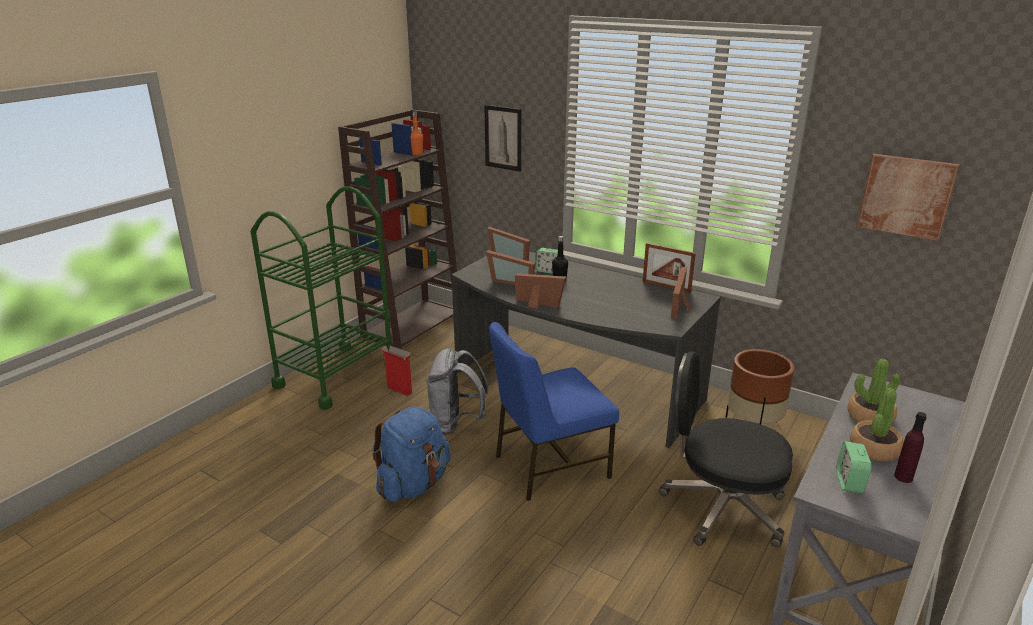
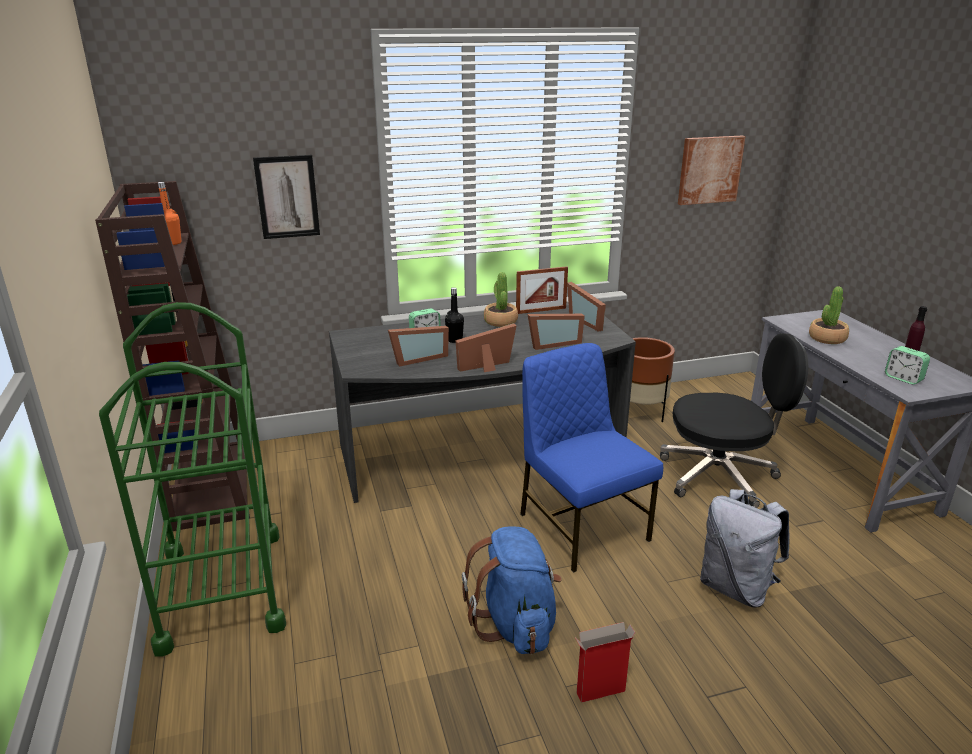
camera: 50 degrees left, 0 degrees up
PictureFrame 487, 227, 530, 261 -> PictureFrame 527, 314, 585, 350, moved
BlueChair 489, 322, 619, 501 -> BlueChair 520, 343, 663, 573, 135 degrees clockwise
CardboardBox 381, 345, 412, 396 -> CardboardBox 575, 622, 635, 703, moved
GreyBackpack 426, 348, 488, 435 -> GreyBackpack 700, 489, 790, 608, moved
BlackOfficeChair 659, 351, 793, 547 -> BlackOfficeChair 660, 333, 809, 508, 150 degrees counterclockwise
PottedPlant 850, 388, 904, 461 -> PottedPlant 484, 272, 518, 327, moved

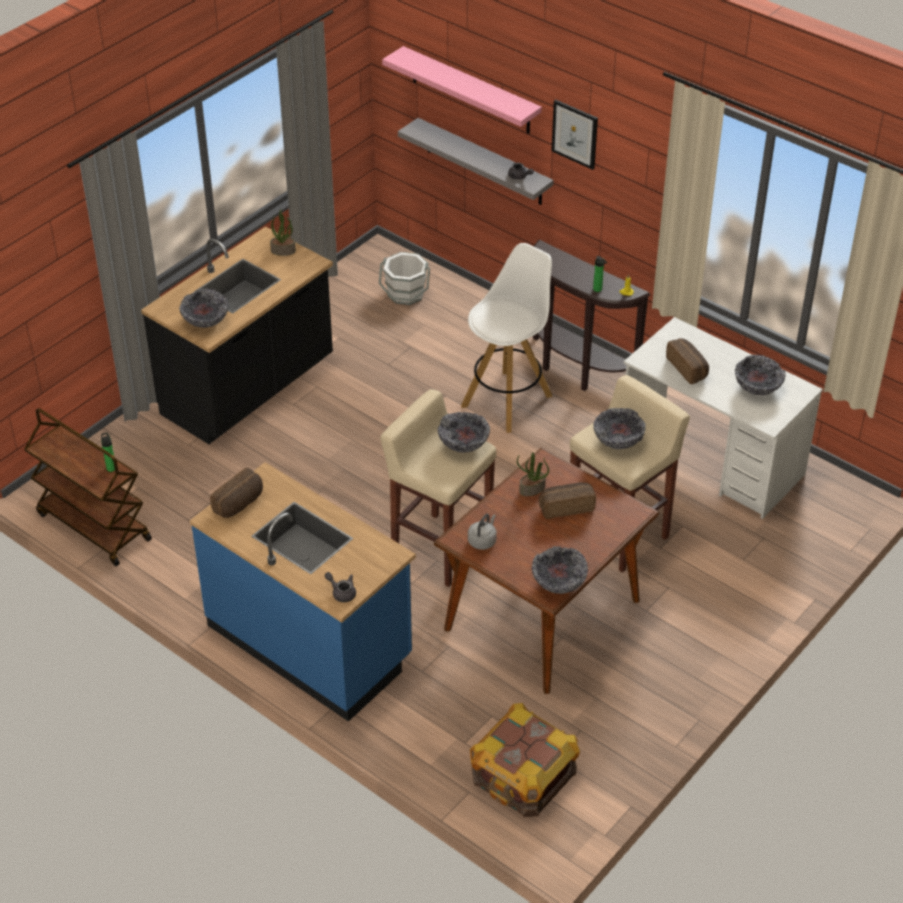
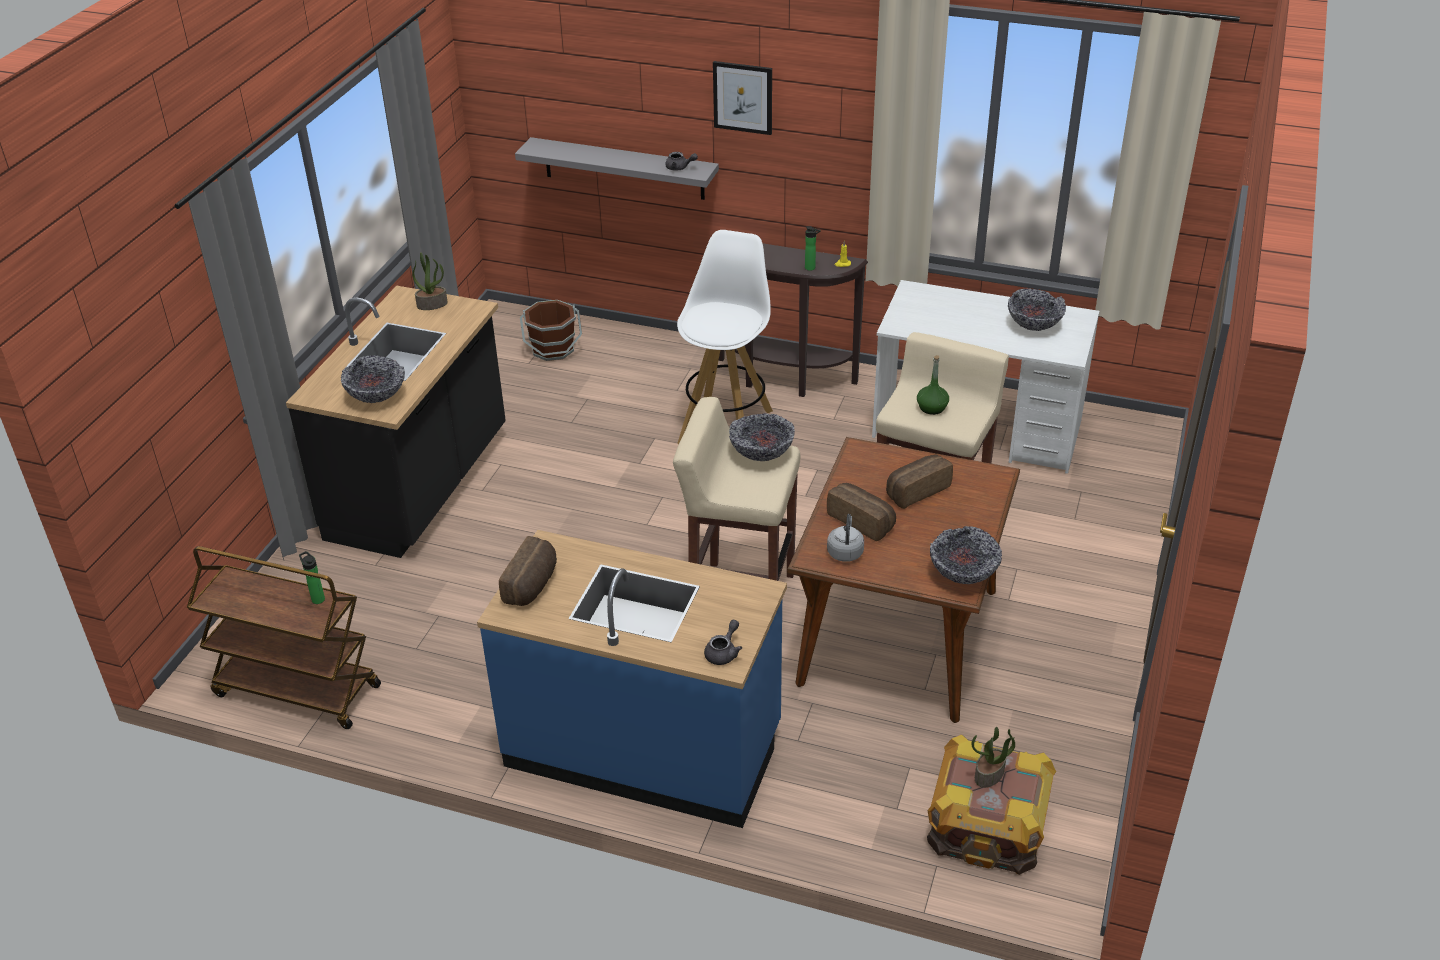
camera: 20 degrees left, 5 degrees down
PinkShelf 382, 46, 542, 134 -> none
WhiteBucket 379, 252, 430, 305 -> BrownBucket 520, 300, 582, 361
Bread 666, 338, 709, 384 -> Bread 827, 483, 896, 541, moved
Bowl 593, 408, 646, 449 -> GreenBottle 917, 355, 949, 415
PottedPlant 517, 452, 549, 496 -> PottedPlant 972, 727, 1015, 788, moved
GreyTeapot 324, 572, 356, 602 -> GreyTeapot 704, 619, 742, 665, 105 degrees clockwise

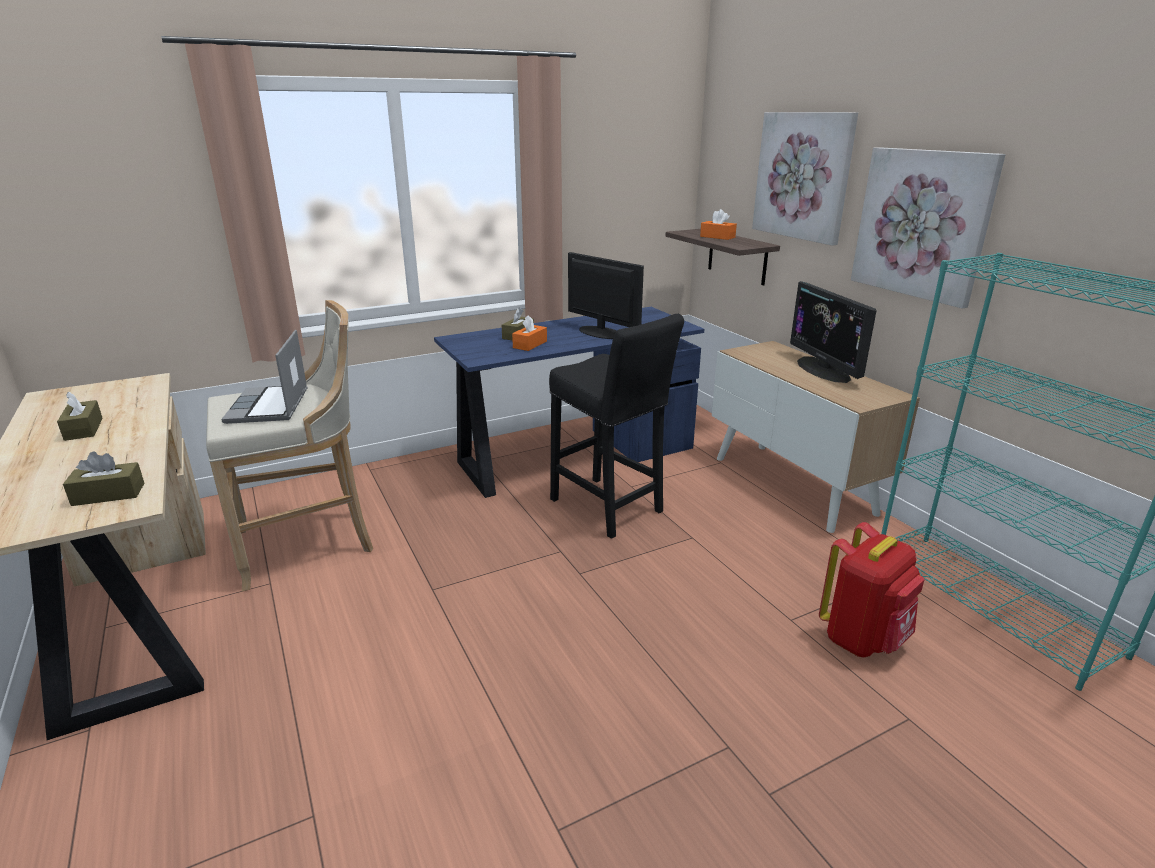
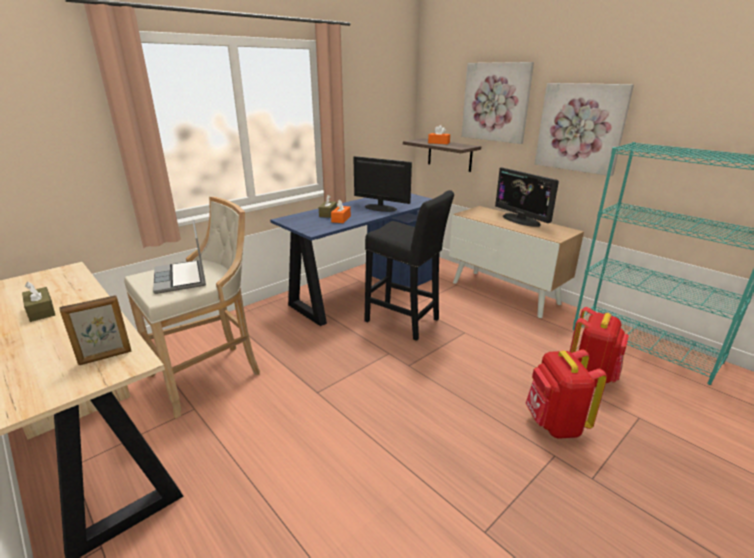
camera: 15 degrees left, 0 degrees up
BrownTissueBox 63, 451, 144, 506 -> PictureFrame 59, 295, 132, 365
none -> RedBackpack 526, 349, 607, 439

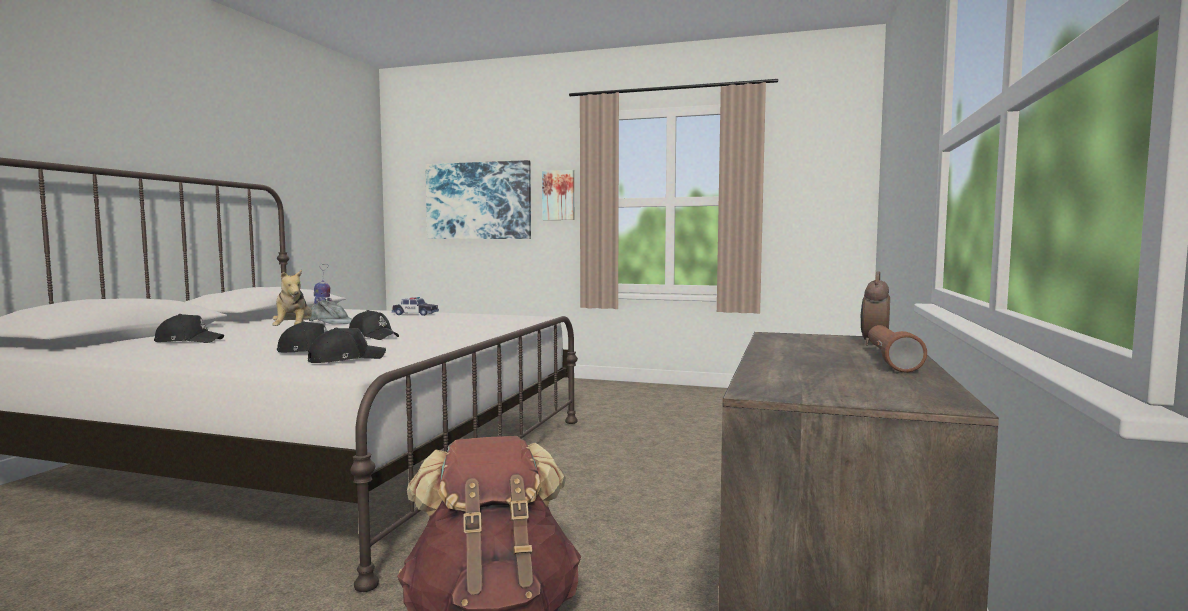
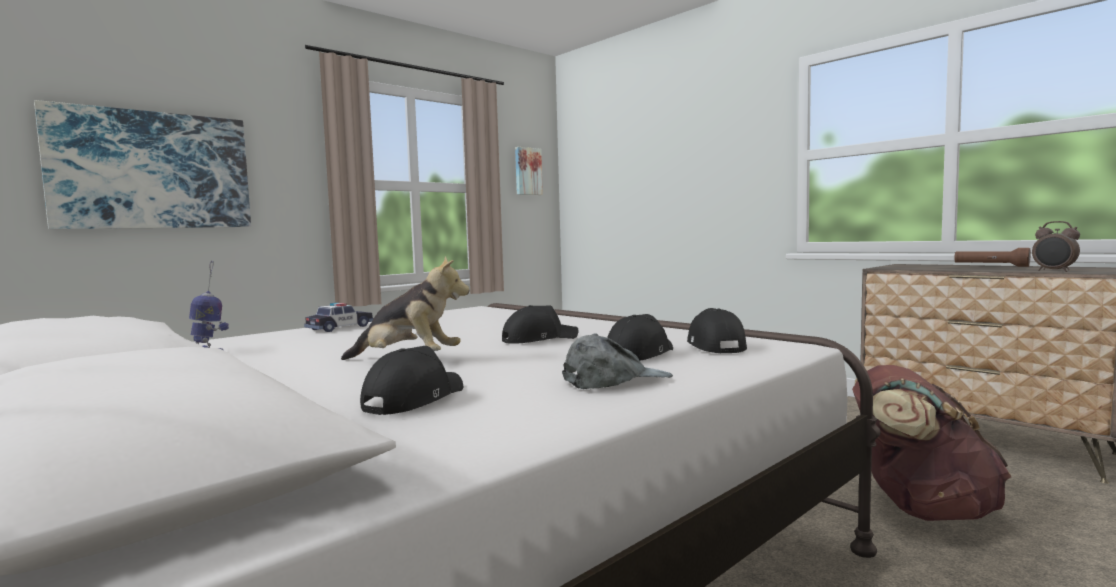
camera: 60 degrees left, 0 degrees up
Picture 542, 170, 574, 220 -> Picture 515, 147, 543, 195, moved
AlarmClock 861, 272, 890, 346 -> AlarmClock 1032, 221, 1080, 272, moved
GreyCap 309, 300, 352, 324 -> GreyCap 562, 333, 673, 389, moved

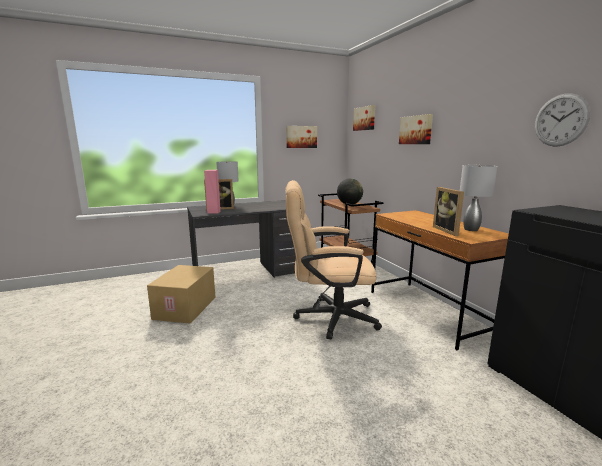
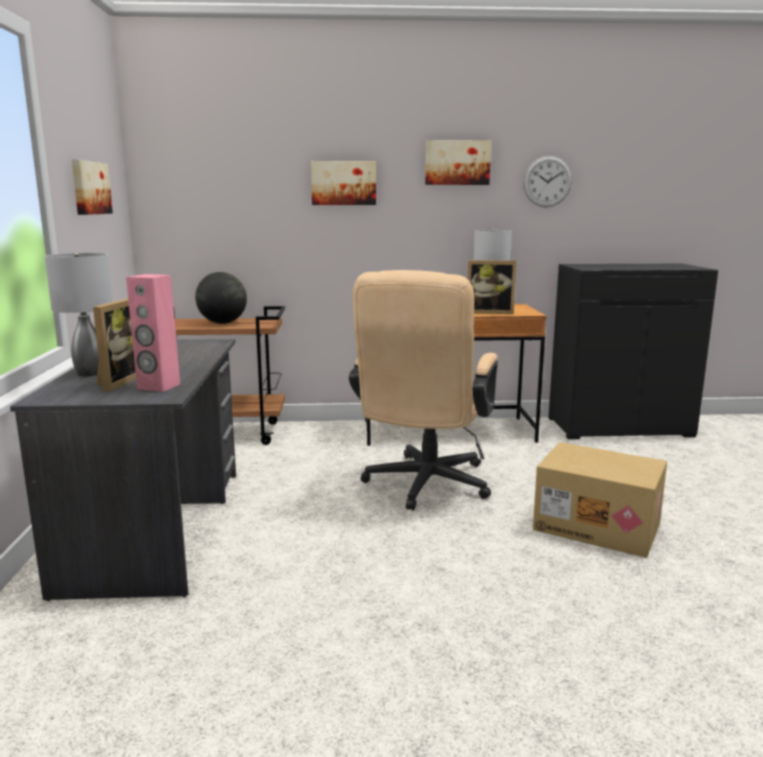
camera: 70 degrees left, 0 degrees up
Picture 353, 105, 375, 131 -> Picture 425, 140, 491, 185, moved
CardboardBox 147, 265, 215, 324 -> CardboardBox 533, 442, 667, 558, moved

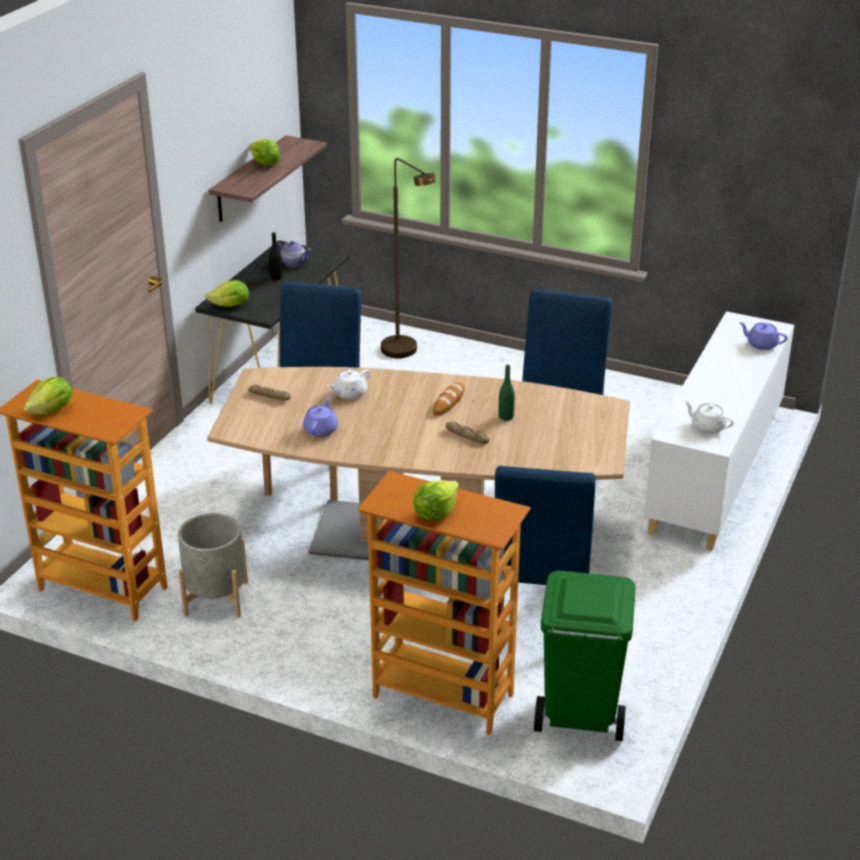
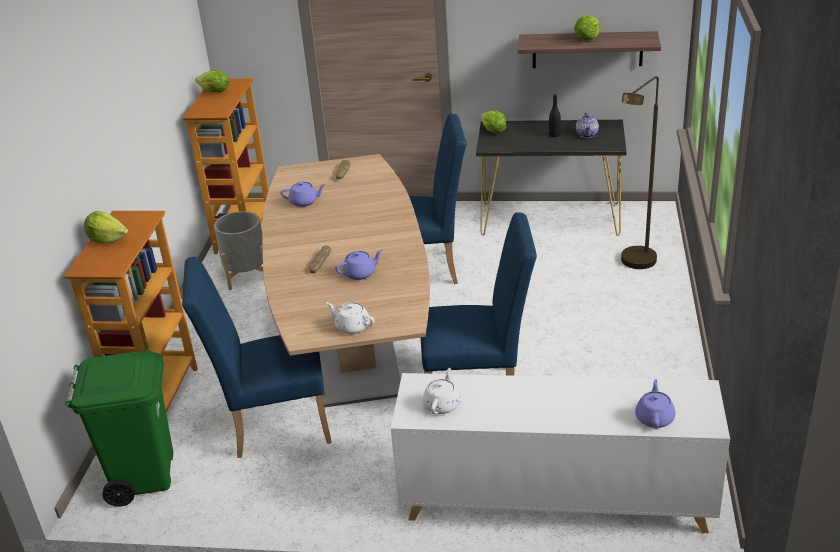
camera: 75 degrees right, 0 degrees up
GreenBottle 499, 365, 515, 421 -> PurpleTeapot 335, 249, 383, 280
WhiteTeapot 327, 369, 370, 399 -> WhiteTeapot 326, 302, 374, 334, moved
Bread 433, 382, 465, 416 -> none

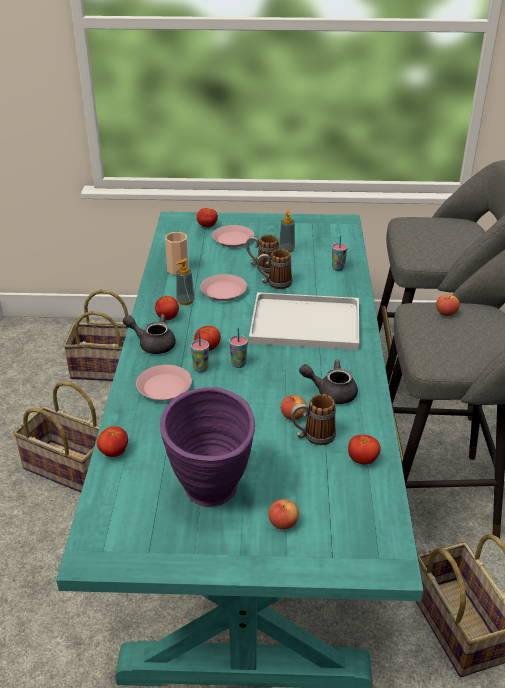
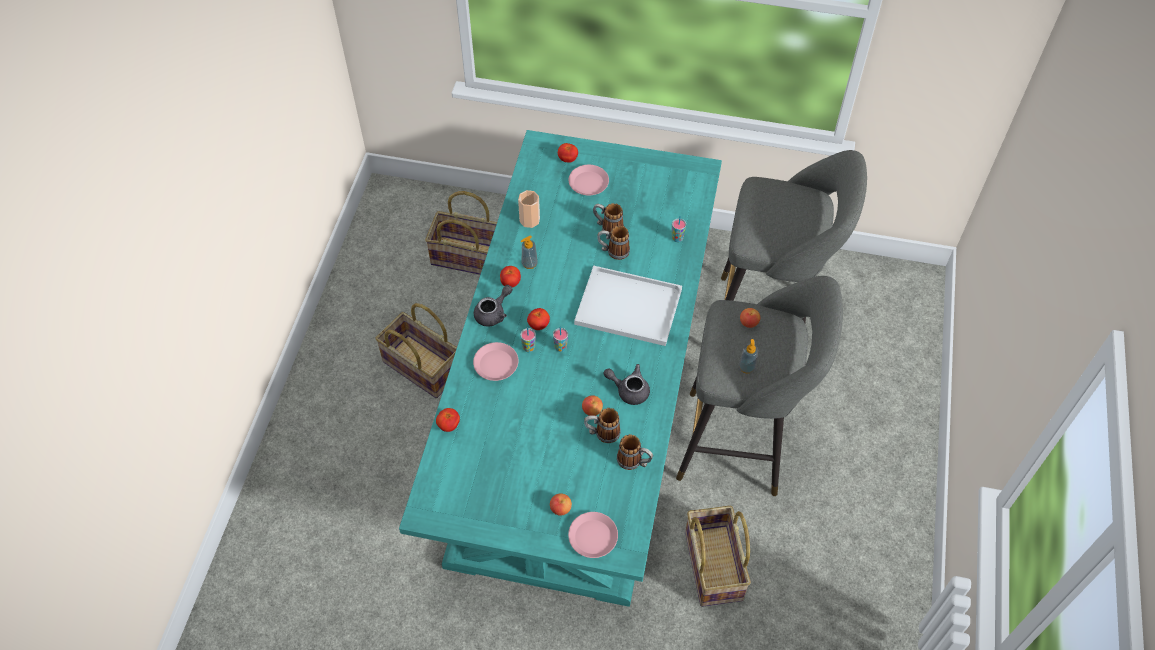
camera: 10 degrees right, 20 degrees up
SoapDispenser 279, 209, 295, 253 -> SoapDispenser 739, 339, 758, 373, moved
PinkPlate 200, 274, 247, 301 -> PinkPlate 568, 512, 618, 558, moved
GreyTeapot 123, 314, 176, 354 -> GreyTeapot 474, 285, 513, 327, 105 degrees clockwise
PurpleVase 160, 387, 255, 507 -> none
Tomato 348, 435, 381, 464 -> Mug 617, 434, 653, 470

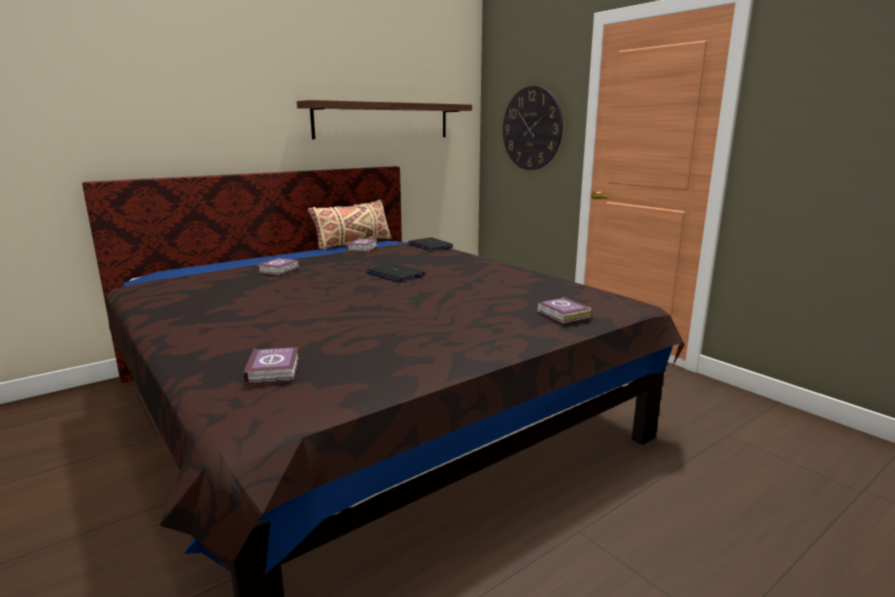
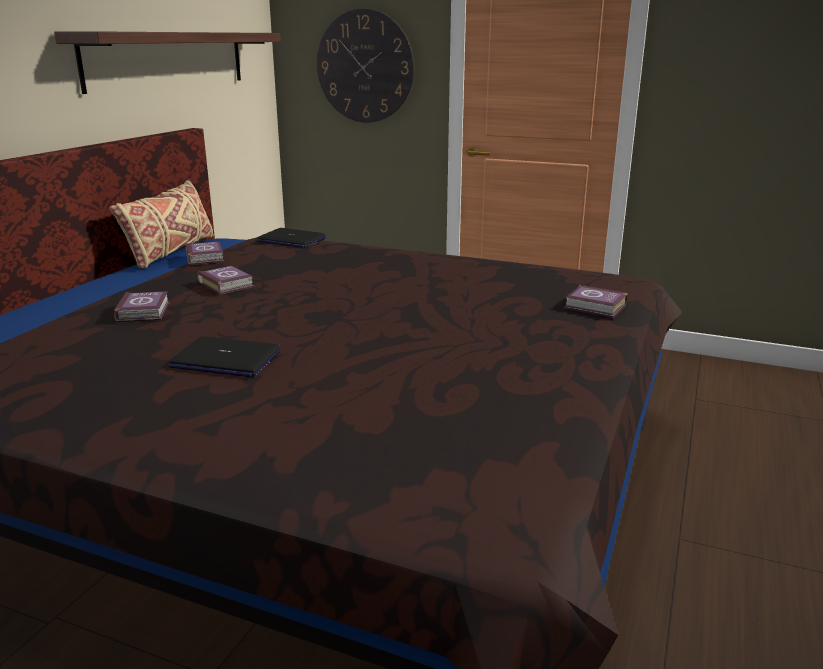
camera: 30 degrees left, 5 degrees up
Laptop 366, 263, 426, 282 -> Laptop 169, 337, 281, 377, moved
Book 243, 347, 299, 385 -> Book 198, 266, 254, 295, moved

